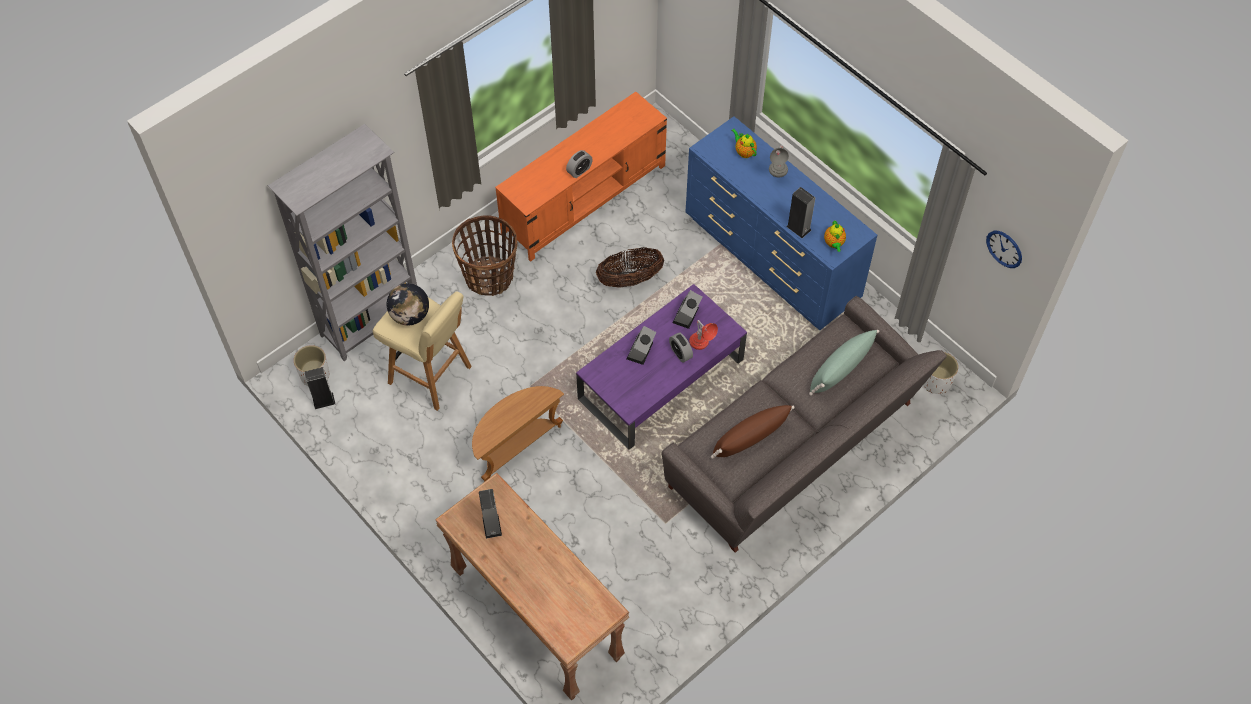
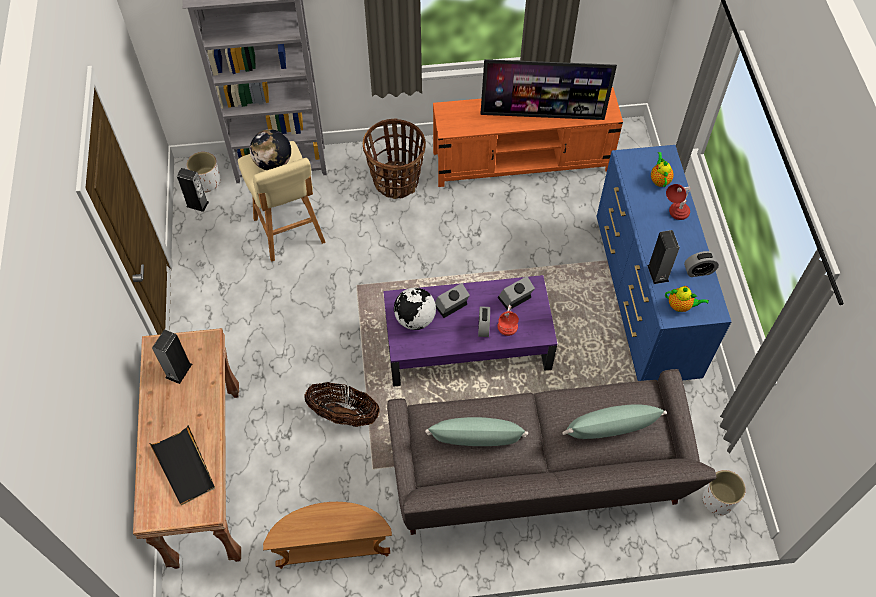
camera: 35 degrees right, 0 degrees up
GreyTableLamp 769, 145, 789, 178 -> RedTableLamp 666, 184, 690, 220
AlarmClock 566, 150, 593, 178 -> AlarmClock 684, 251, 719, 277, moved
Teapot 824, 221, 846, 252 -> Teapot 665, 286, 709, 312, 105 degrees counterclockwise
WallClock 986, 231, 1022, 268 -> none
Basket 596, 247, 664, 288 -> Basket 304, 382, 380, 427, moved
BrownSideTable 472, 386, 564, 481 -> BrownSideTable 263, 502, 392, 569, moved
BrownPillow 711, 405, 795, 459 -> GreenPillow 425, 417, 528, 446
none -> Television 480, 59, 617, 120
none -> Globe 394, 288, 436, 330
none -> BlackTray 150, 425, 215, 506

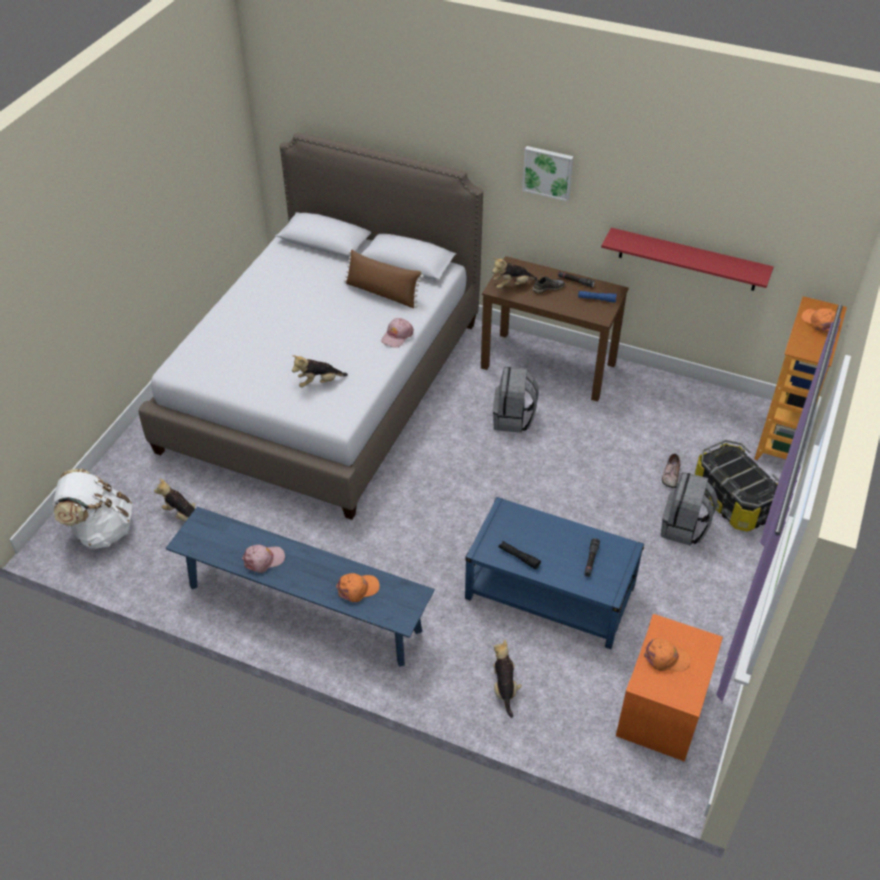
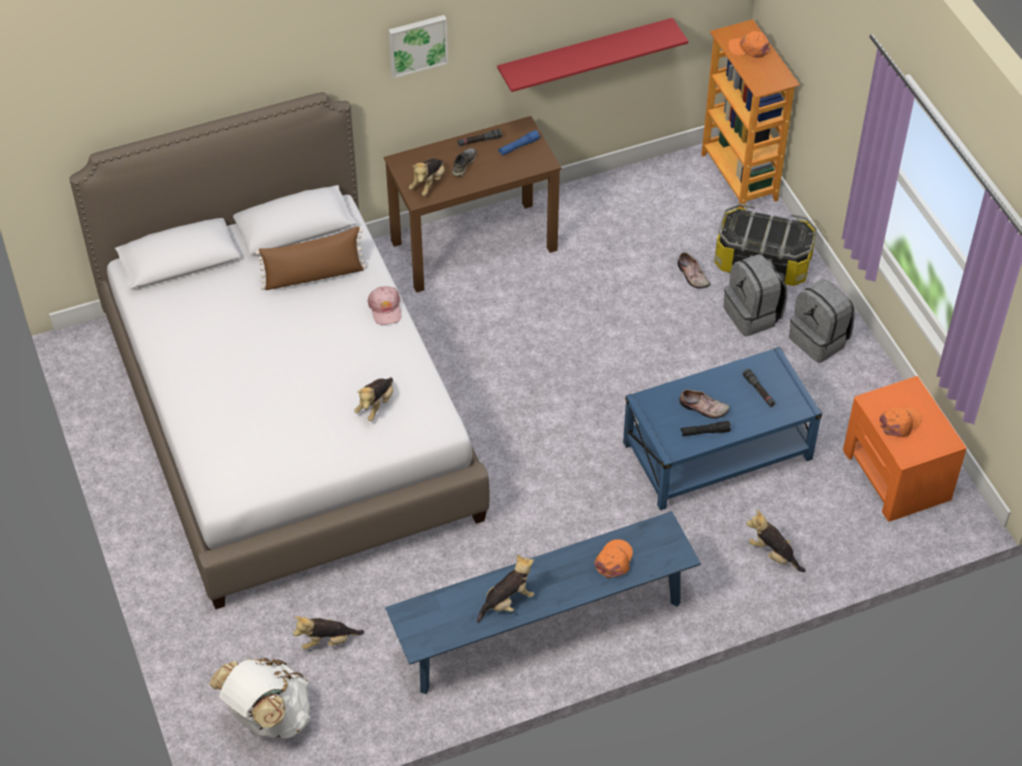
camera: 45 degrees left, 5 degrees up
GreyBackpack 493, 367, 539, 433 -> GreyBackpack 789, 279, 855, 363, moved
PinkCap 242, 545, 285, 573 -> PlushToy 477, 554, 534, 623
none -> Shoe 679, 389, 730, 419

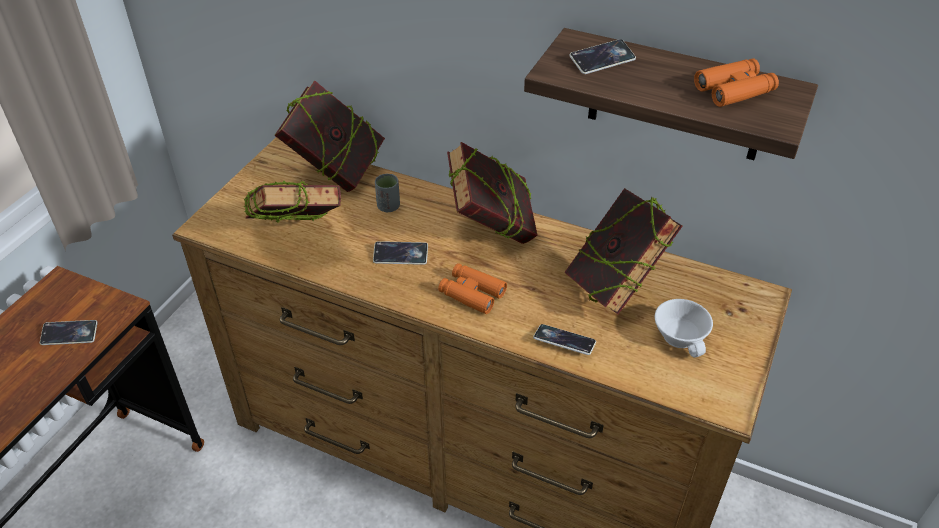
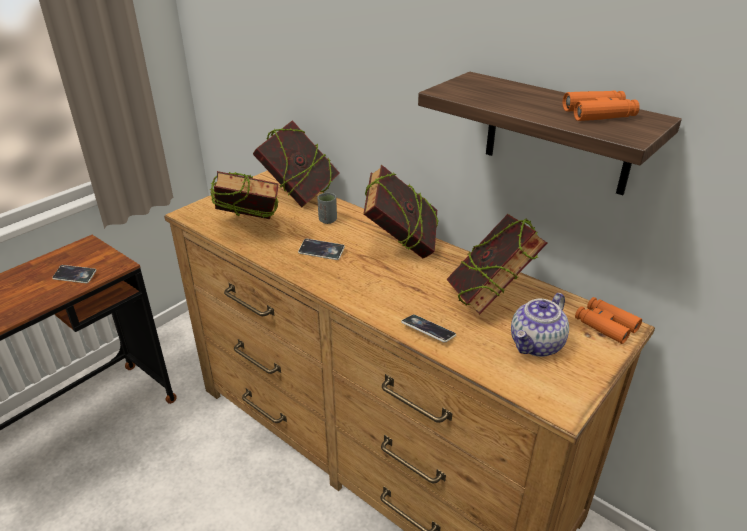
camera: 15 degrees right, 10 degrees down
Phone 569, 39, 636, 74 -> none
OrangeBinoculars 438, 263, 507, 314 -> OrangeBinoculars 575, 297, 642, 344, moved
WhiteCup 655, 299, 713, 358 -> Teapot 511, 293, 569, 357

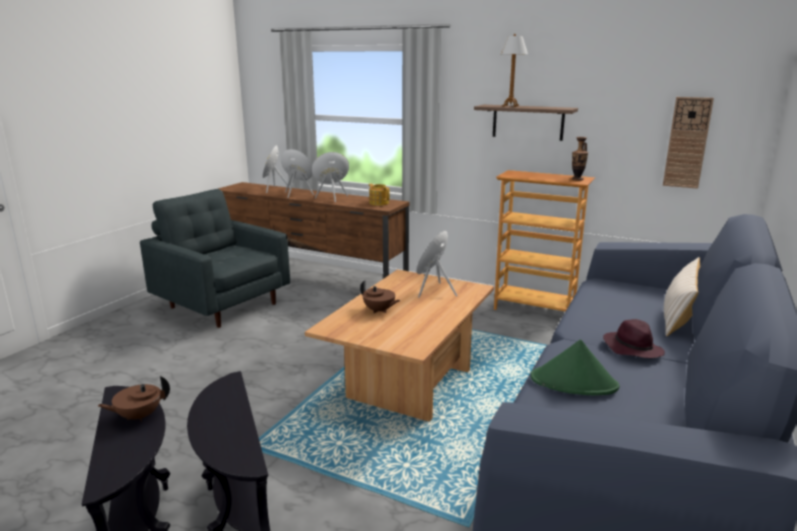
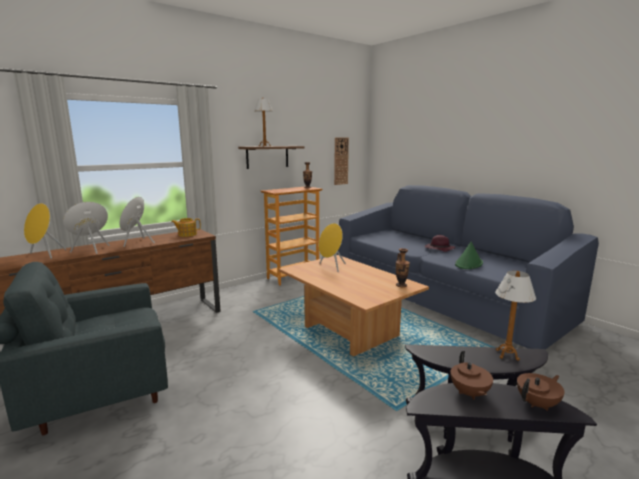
camera: 65 degrees left, 5 degrees down
BeigePillow 664, 257, 700, 337 -> none
BrownTeapot 360, 280, 400, 314 -> BrownTeapot 517, 373, 565, 411, moved
none -> Vase 396, 248, 410, 287
none -> TableLamp 495, 271, 536, 361

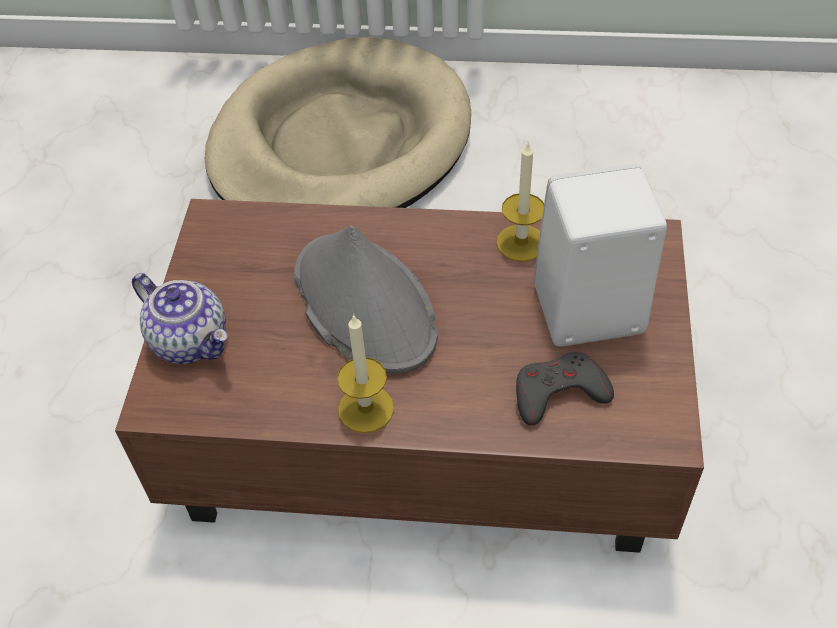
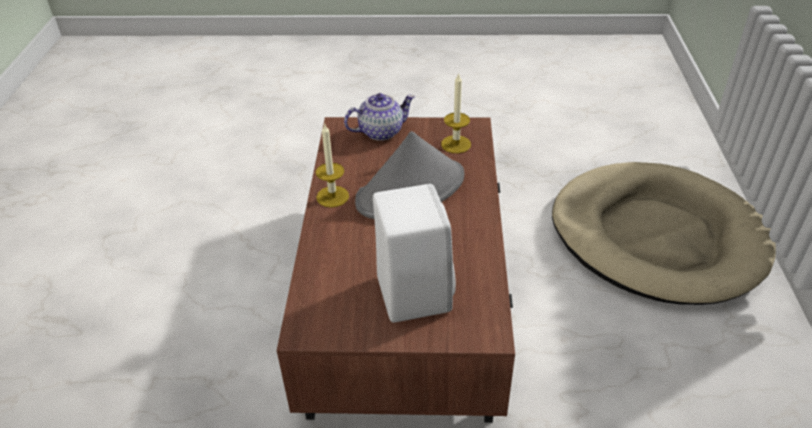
camera: 85 degrees right, 10 degrees down
Candle 496, 142, 544, 262 -> Candle 441, 73, 471, 153, moved
Teapot 132, 273, 227, 364 -> Teapot 344, 93, 415, 141, 150 degrees counterclockwise
GreyGameController 516, 352, 614, 426 -> none

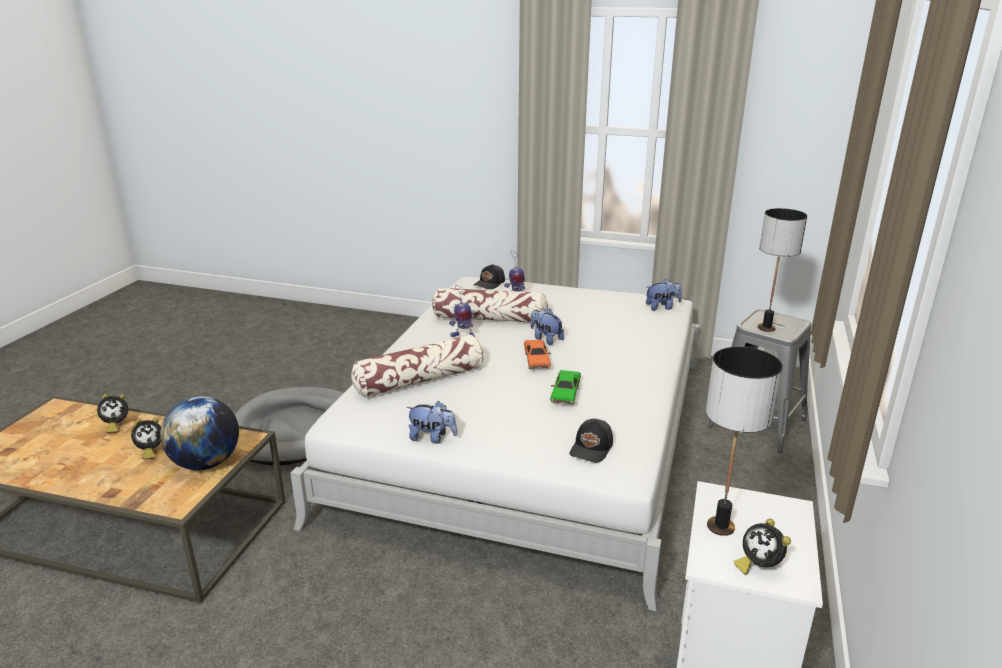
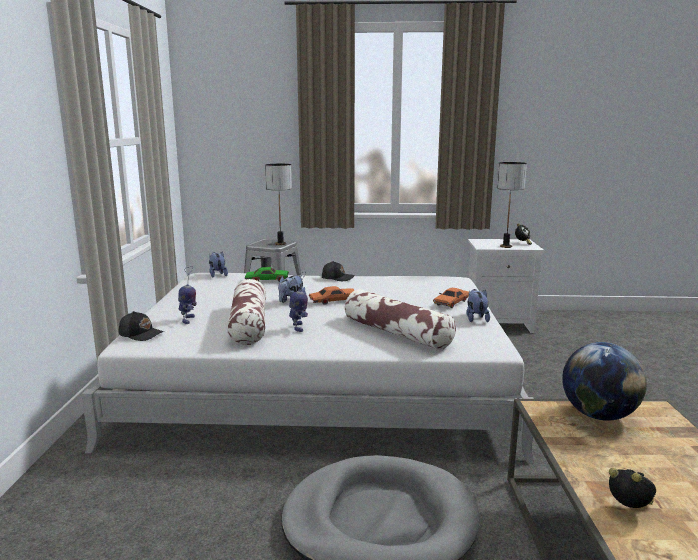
camera: 105 degrees left, 10 degrees down
GreenToyCar 550, 370, 581, 405 -> GreenToyCar 245, 267, 289, 282, moved
AlarmClock 131, 418, 161, 460 -> none
BlackCap 569, 419, 613, 463 -> BlackCap 322, 261, 355, 281, moved
none -> OrangeToyCar 433, 288, 470, 308

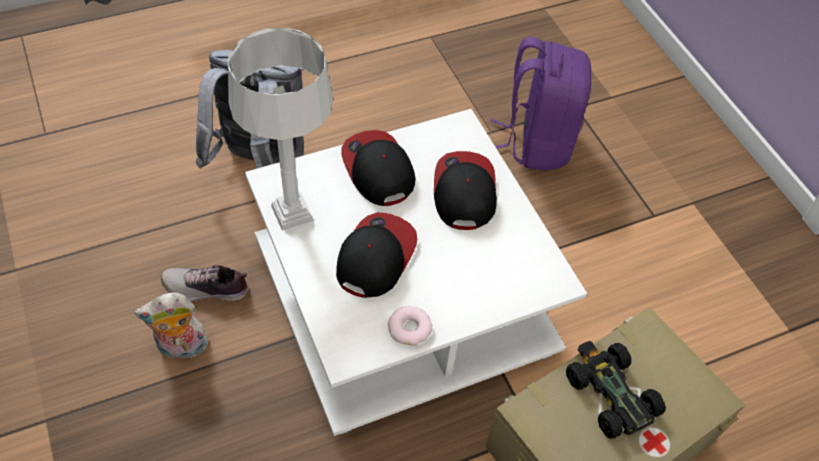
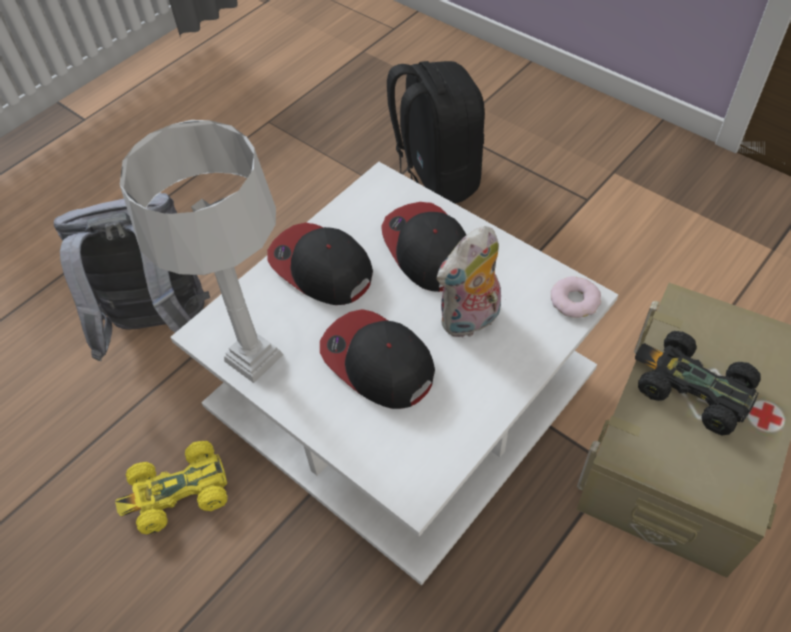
camera: 20 degrees left, 0 degrees up
PurpleBackpack 490, 37, 591, 170 -> BlackBackpack 387, 61, 485, 204
Cap 336, 212, 417, 298 -> Cap 320, 309, 435, 409, 45 degrees counterclockwise
Shoe 161, 265, 248, 302 -> YellowToyCar 115, 441, 228, 535
PlushToy 135, 292, 209, 359 -> PlushToy 437, 226, 501, 337, moved
Donut 388, 306, 432, 346 -> Donut 551, 276, 601, 318, moved

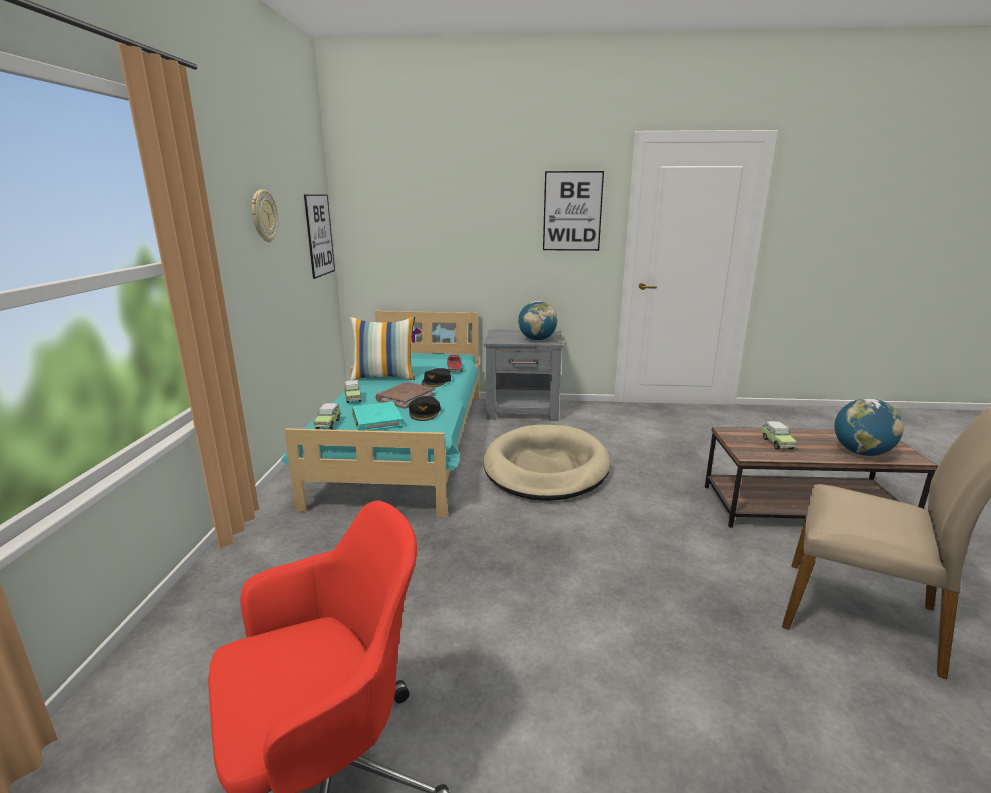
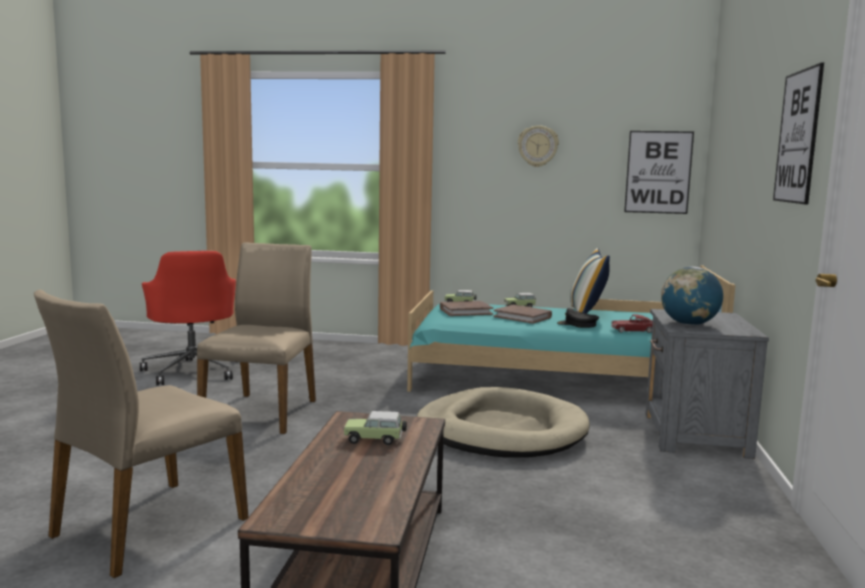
camera: 95 degrees right, 10 degrees down
BlackCap 409, 396, 441, 421 -> none
Globe 834, 398, 904, 456 -> none
TurquoiseBook 352, 402, 403, 431 -> BrownBook 440, 301, 493, 316
none -> BeigeChair 197, 242, 316, 434

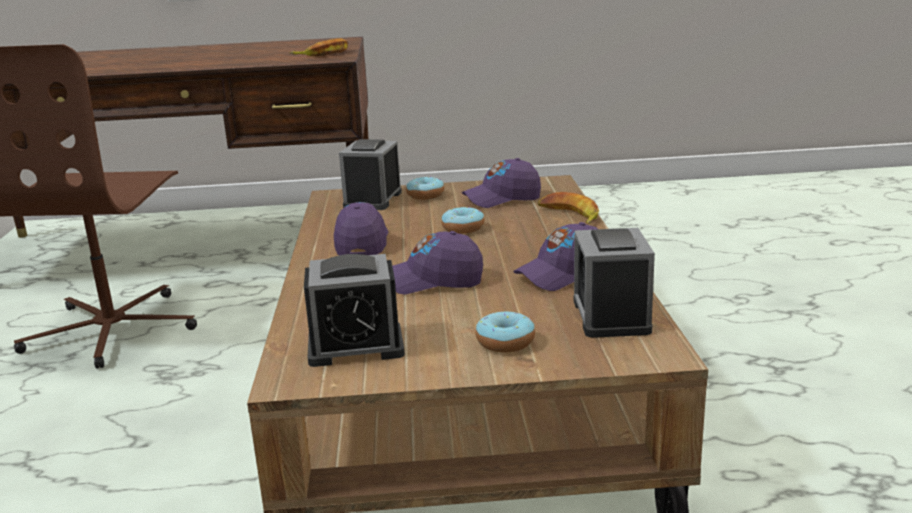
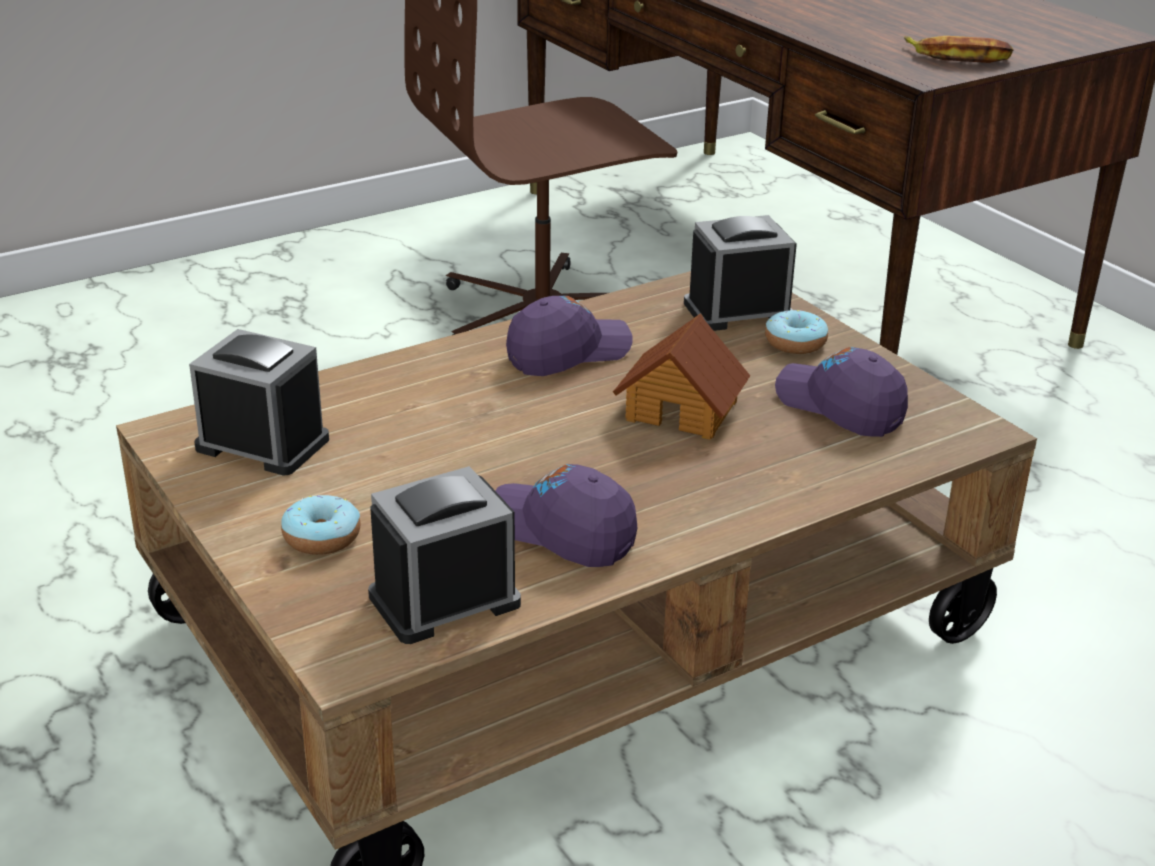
camera: 60 degrees right, 10 degrees up
Banana 538, 192, 599, 225 -> none
Donut 441, 207, 485, 234 -> ToyHouse 613, 313, 750, 440
PurpleCap 392, 231, 483, 294 -> none
AlarmClock 304, 254, 405, 367 -> AlarmClock 189, 329, 329, 475, 150 degrees clockwise

